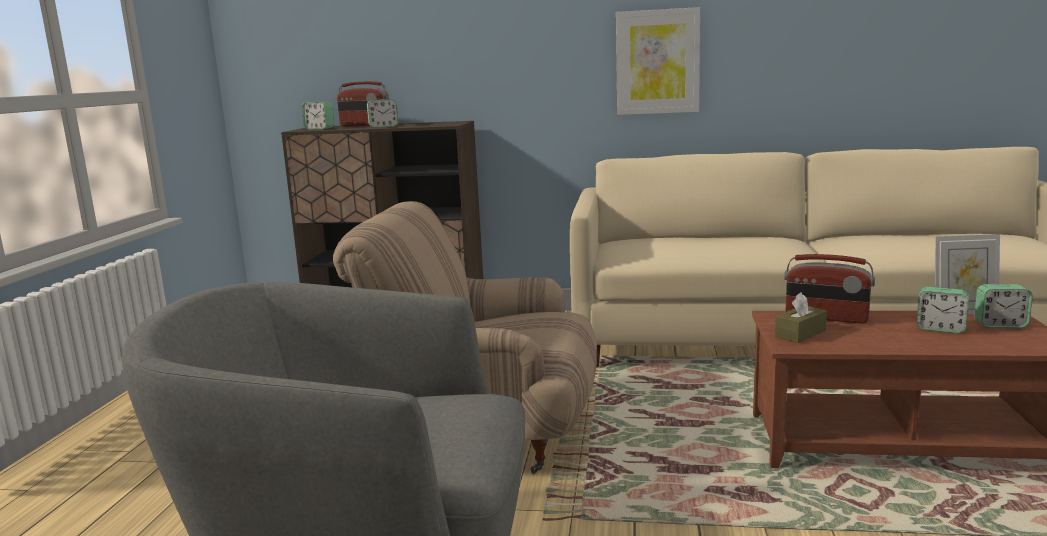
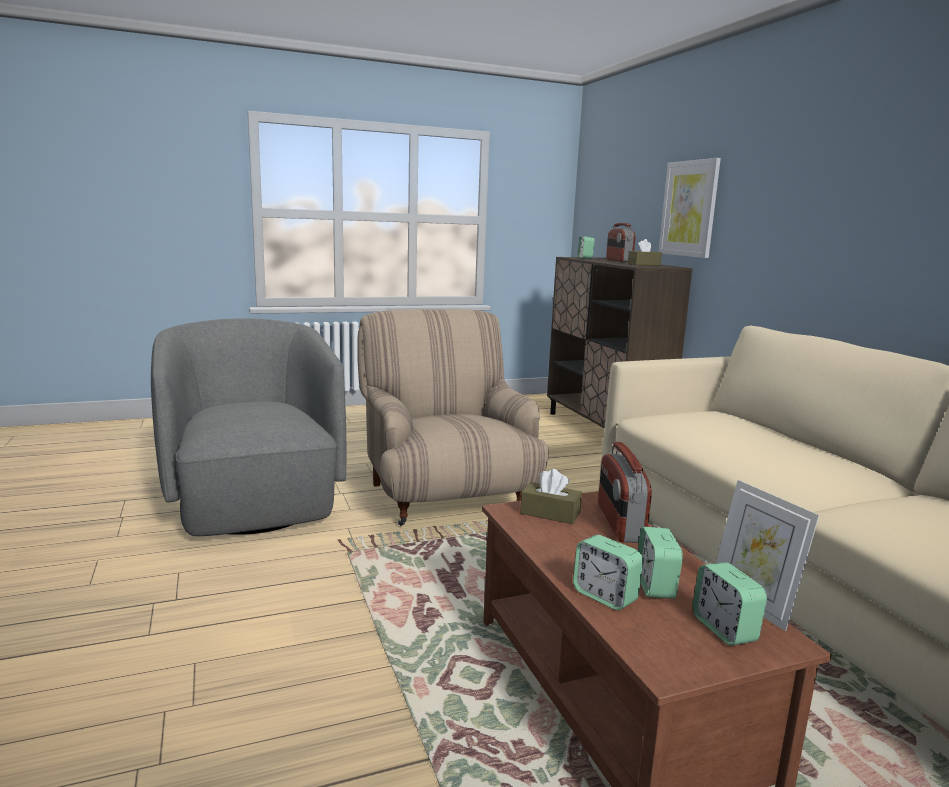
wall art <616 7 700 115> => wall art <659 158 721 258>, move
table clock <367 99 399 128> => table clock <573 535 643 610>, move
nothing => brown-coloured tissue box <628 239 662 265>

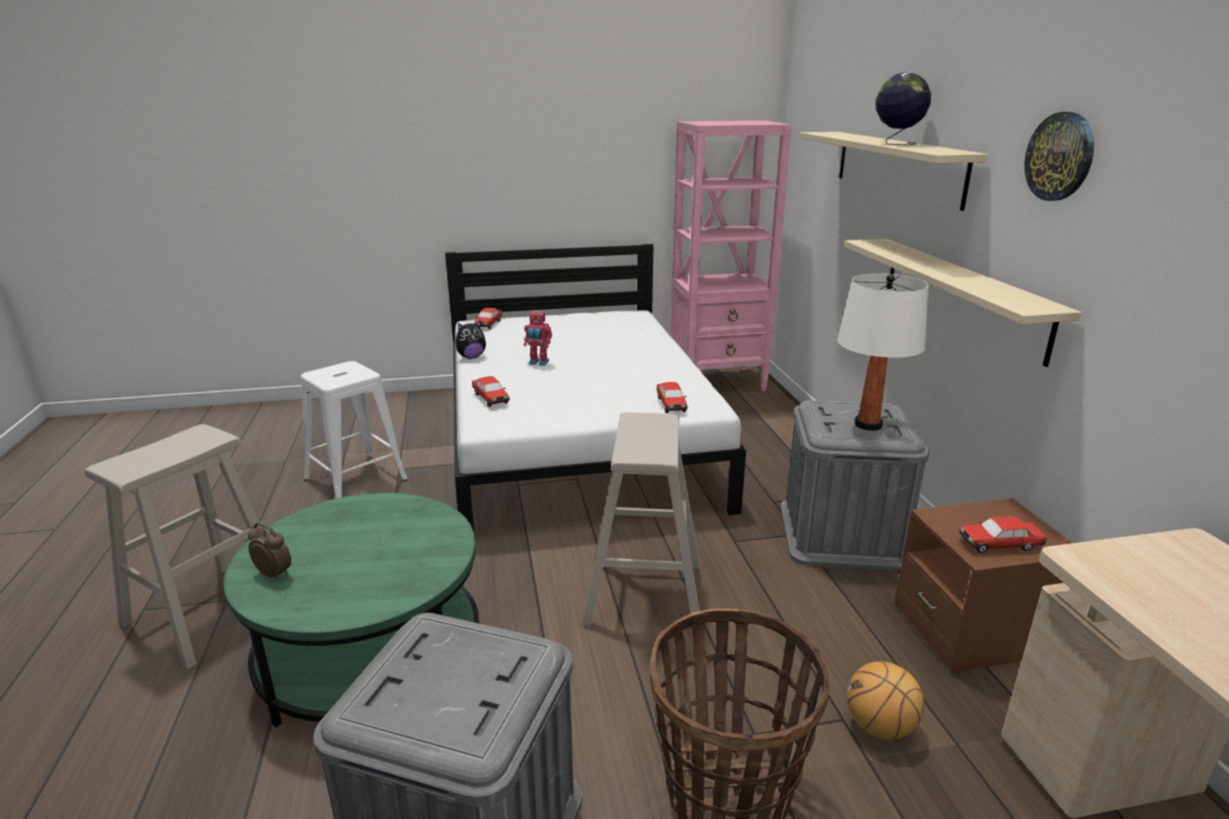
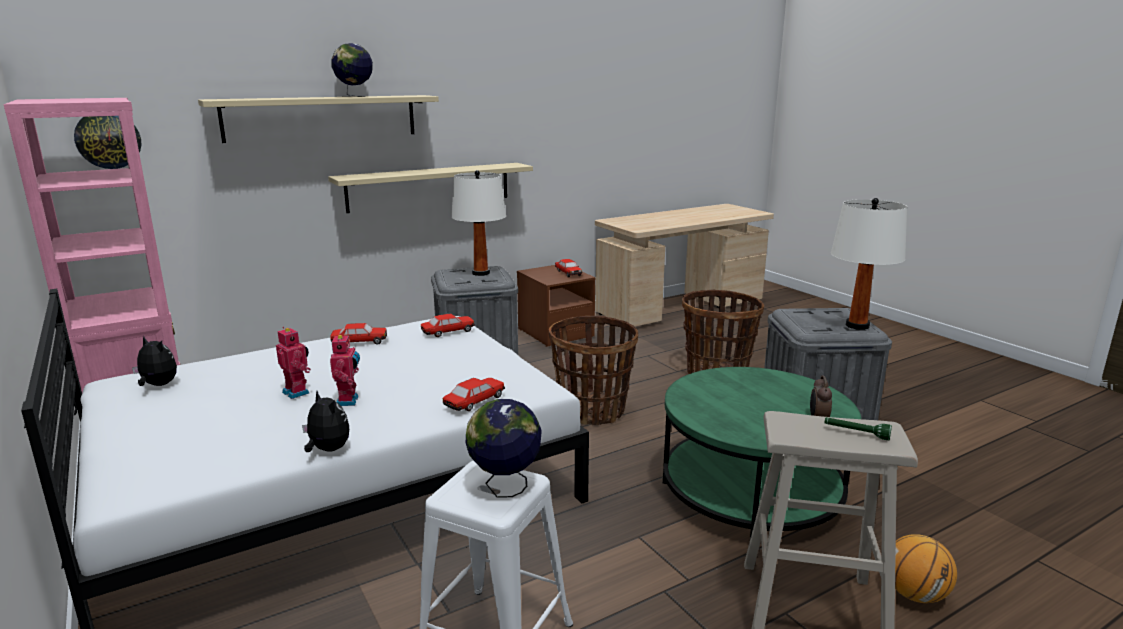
hanging clock <1024 112 1094 201> => hanging clock <74 116 141 169>, move
toy car <474 308 502 329> => toy car <330 323 387 345>, move
beige-coloured stool <582 412 700 627> => storage basket <549 316 638 425>
basketball <847 661 924 740> => basketball <895 534 957 603>, move
nothing => whitish lamp for a table <831 198 907 330>
nothing => model robot <276 327 311 399>
nothing => plush toy <132 336 177 386>
nothing => globe <466 399 542 498>
nothing => green-coloured hand torch <824 417 892 440>

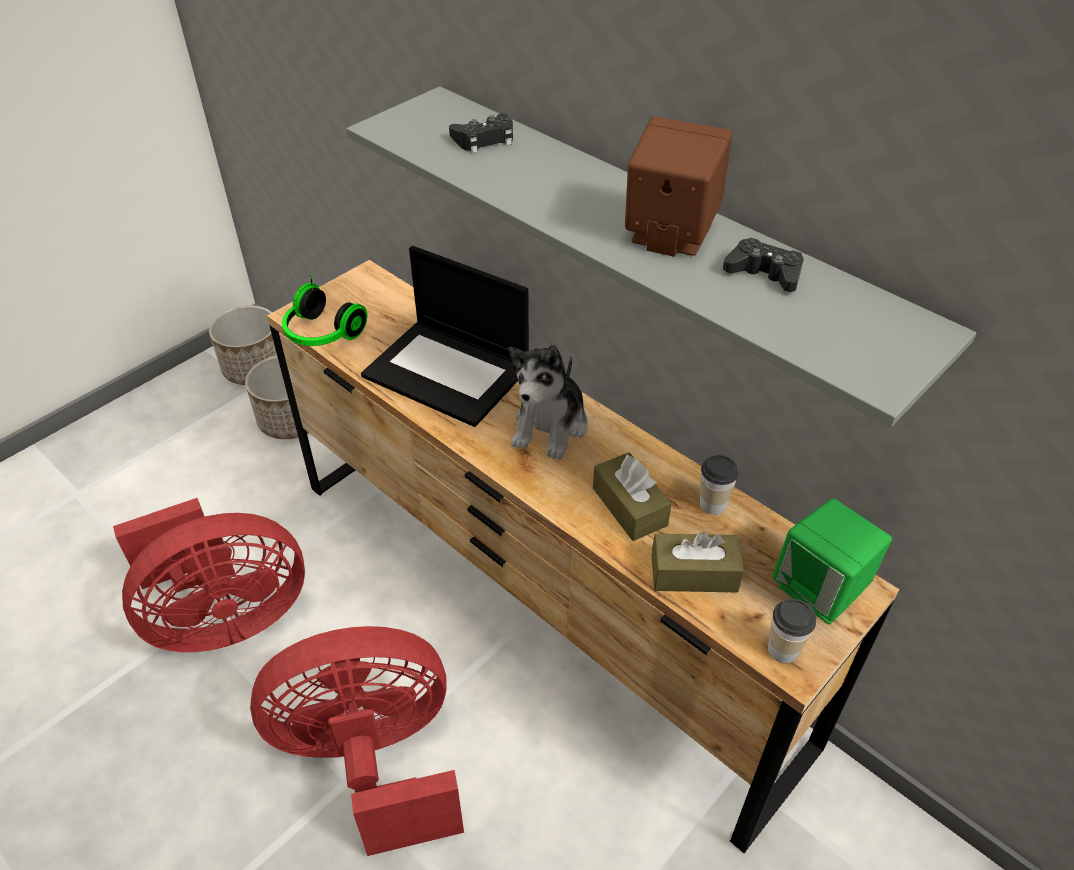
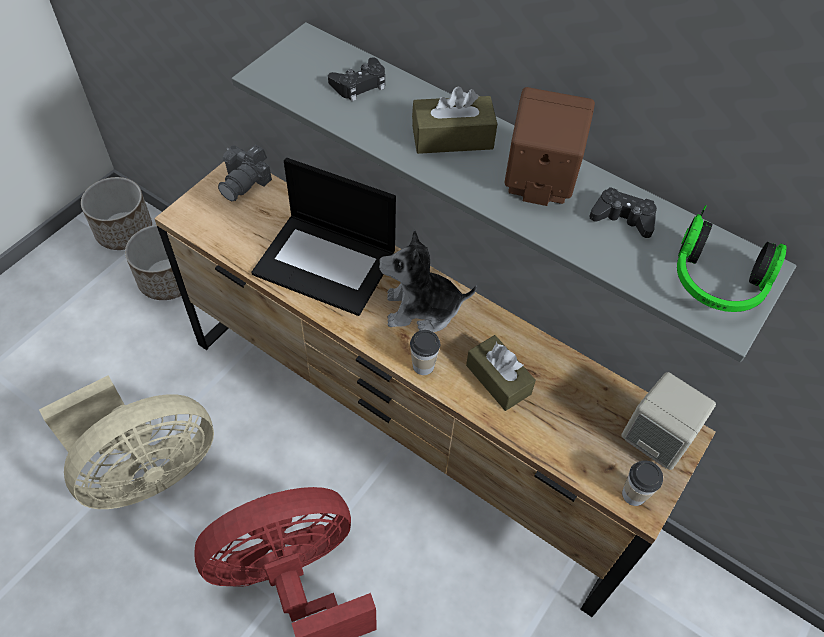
headphones <282 275 367 346> => headphones <677 205 787 312>, move
plush toy <509 345 588 460> => plush toy <379 229 477 332>, 75 degrees clockwise
cup <700 455 739 515> => cup <410 330 440 375>, move
red fan <113 498 305 652> => beige-coloured fan <39 375 214 509>
green-coloured audio speaker <772 499 892 624> => beige-coloured audio speaker <621 372 716 470>
brown-coloured tissue box <652 532 744 592> => brown-coloured tissue box <412 86 497 154>, move
nothing => photo camera <218 145 272 201>

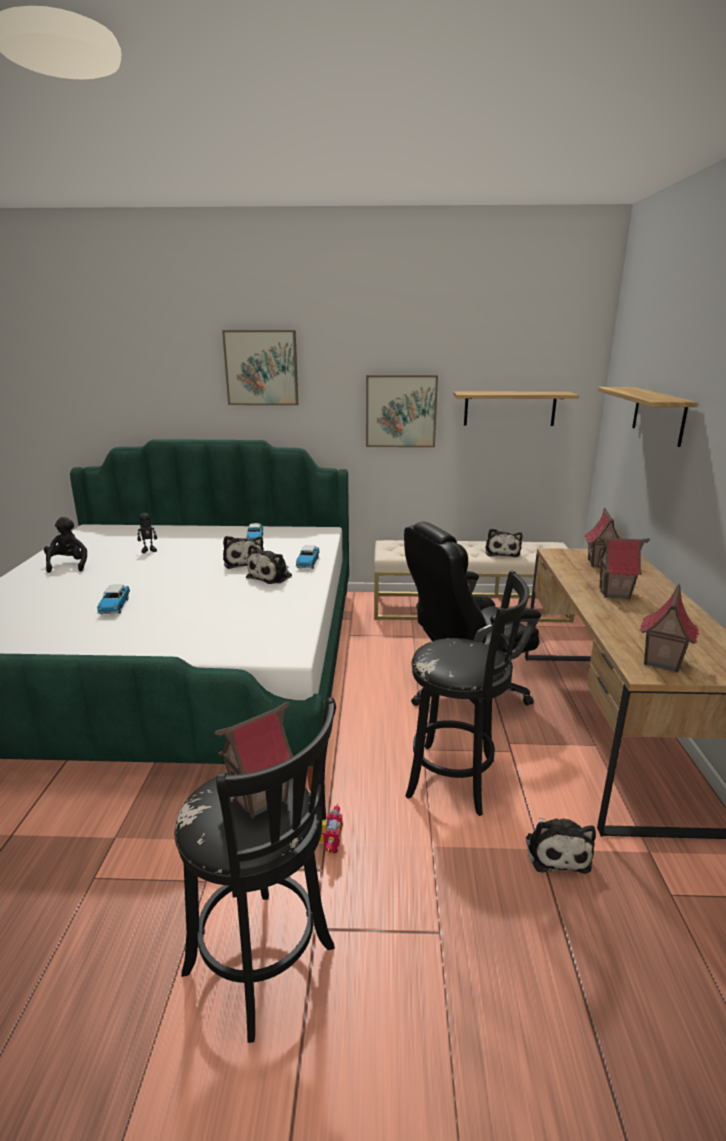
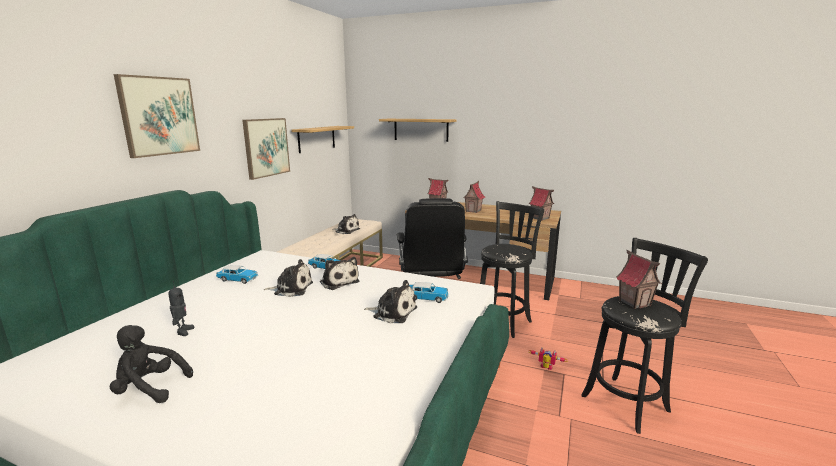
toy car <97 585 130 614> => toy car <409 282 448 303>, move
plush toy <526 817 596 874> => plush toy <364 280 417 323>, move

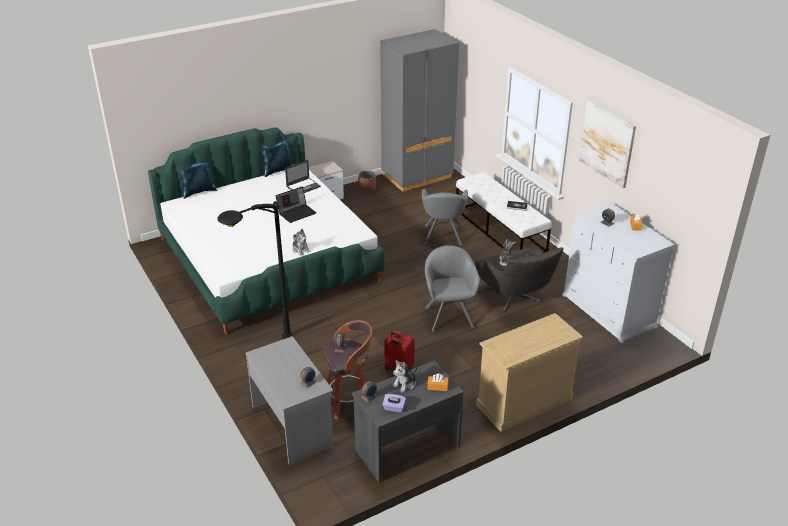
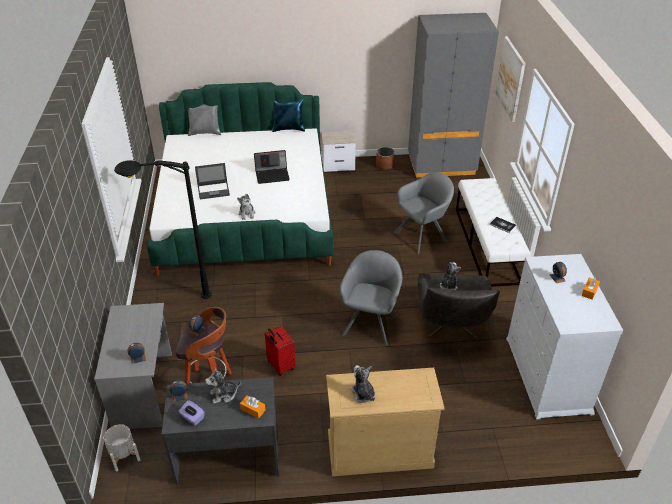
wall art <579 101 636 188> => wall art <496 36 526 122>, move
portable computer <285 160 321 193> => portable computer <195 163 230 199>, move
blue cushion <181 161 217 199> => gray cushion <188 104 221 136>
gray lounge chair <422 189 468 246> => gray lounge chair <394 172 454 254>, 150 degrees counterclockwise
nothing => plush toy <349 365 375 403>
nothing => whitish flower pot <103 424 140 471>

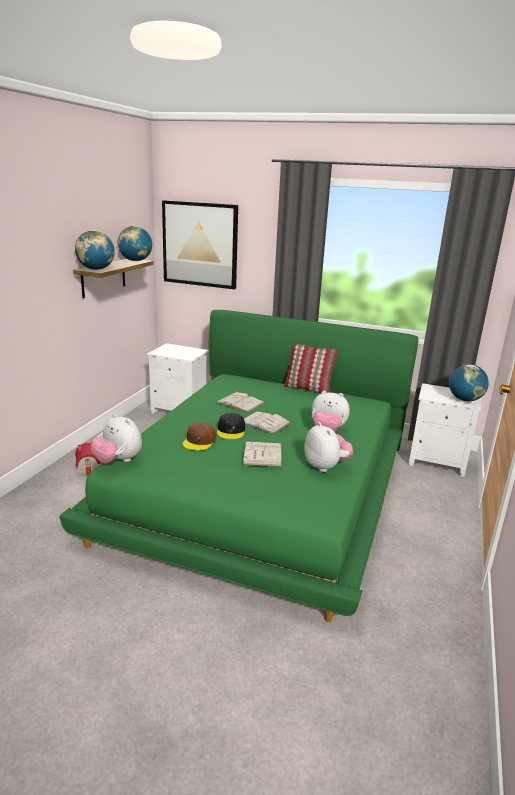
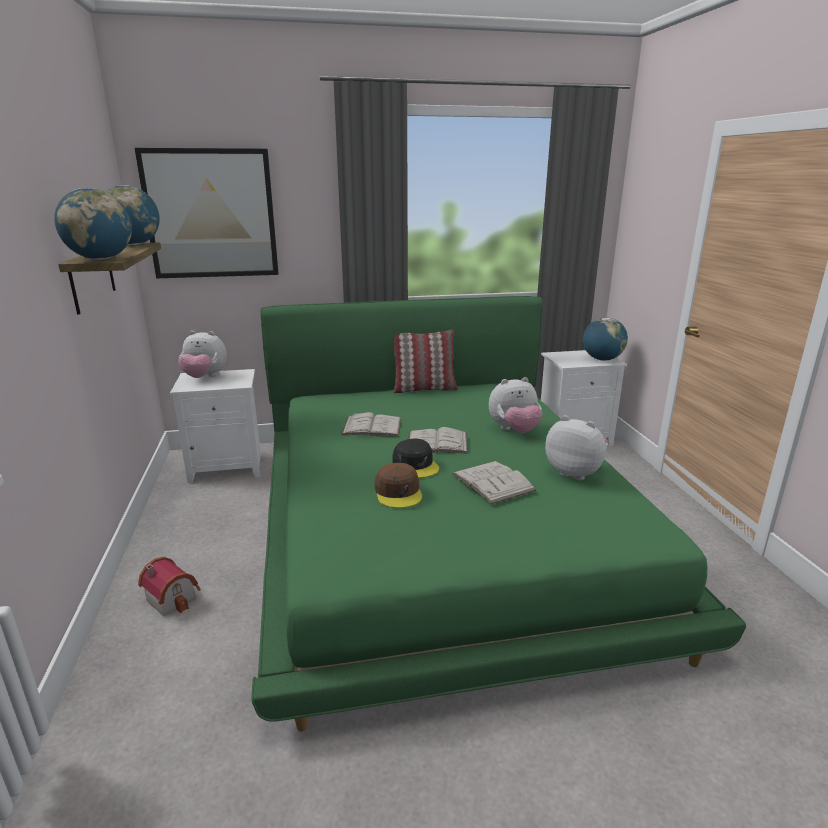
plush toy <91 414 142 464> => plush toy <178 331 227 378>, move

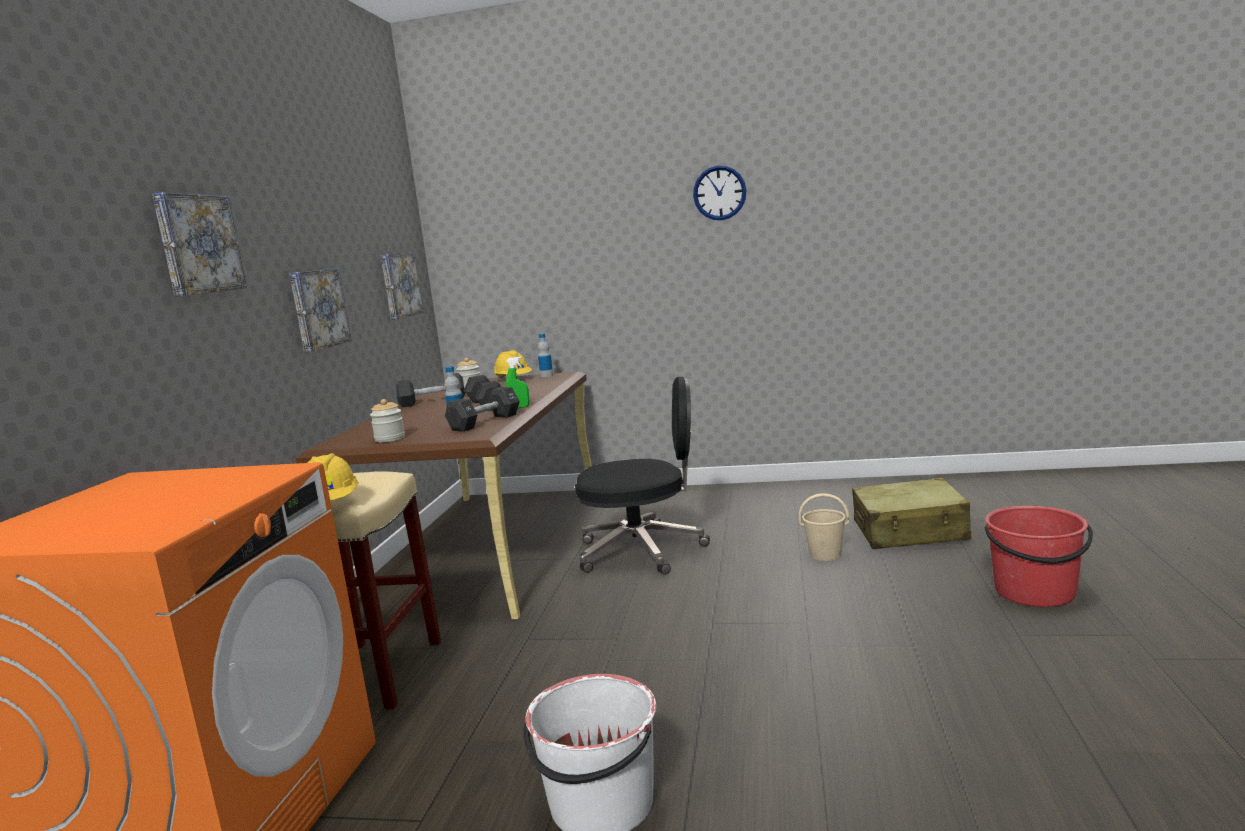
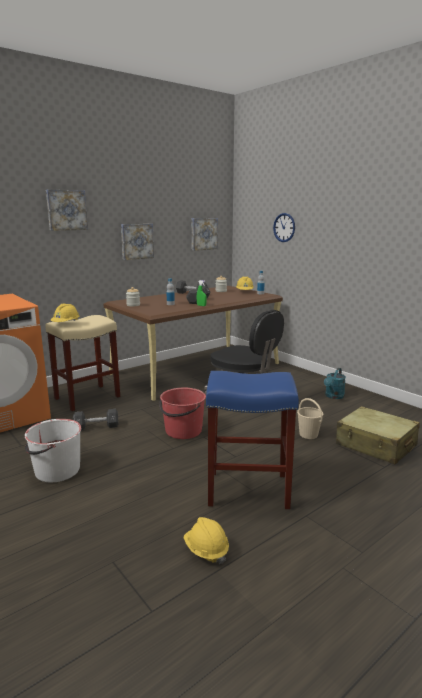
hanging clock <693 166 746 220> => hanging clock <273 213 295 242>, move
black free weight <445 387 520 432> => black free weight <73 409 118 431>, move
red water bucket <985 506 1093 607> => red water bucket <159 388 206 439>, move
nothing => turquoise-coloured sprinkling can <324 368 346 399>
nothing => blue stool <206 371 299 509>
nothing => yellowish hard hat <184 517 229 564>

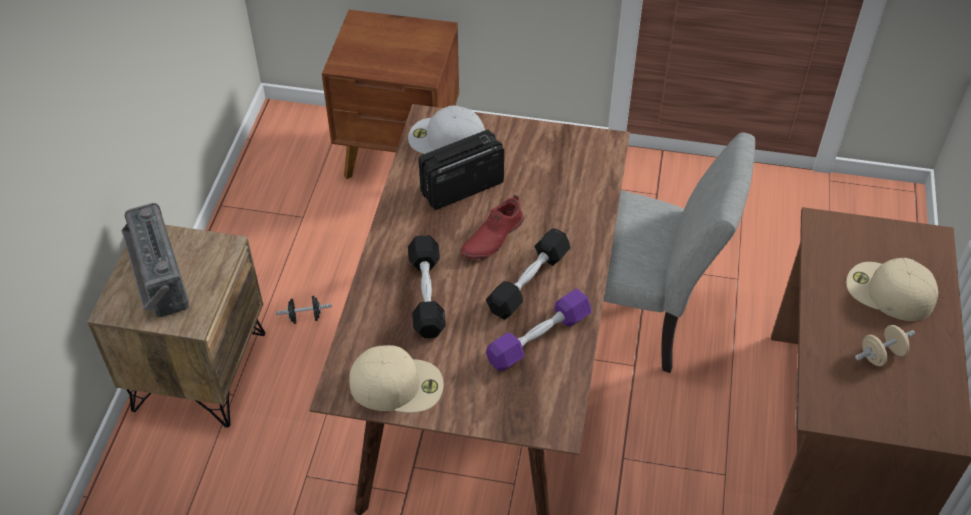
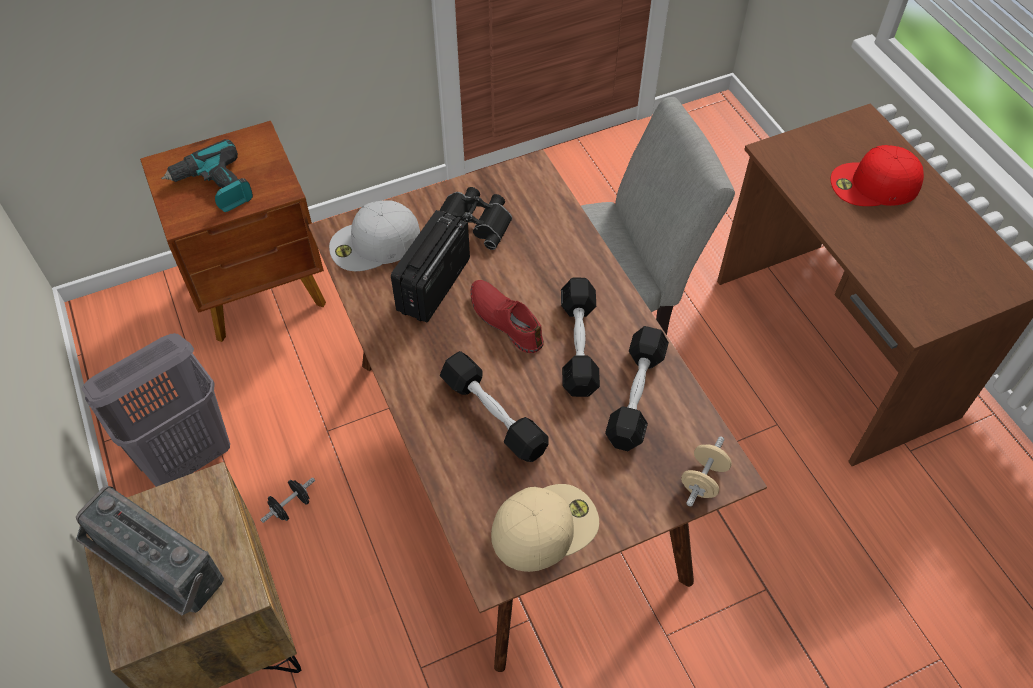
red low shoe <460 195 524 259> => red low shoe <471 280 544 353>, 135 degrees clockwise
beige-coloured peaked cap <846 258 938 321> => red peaked cap <830 145 924 206>
purple free weight <486 288 591 371> => black free weight <605 326 669 451>
beige-coloured free weight <855 325 915 366> => beige-coloured free weight <681 436 732 507>, move
nothing => electric drill <161 139 253 212>
nothing => black pair of binoculars <439 187 512 250>
nothing => gray laundry basket <81 333 230 487>

